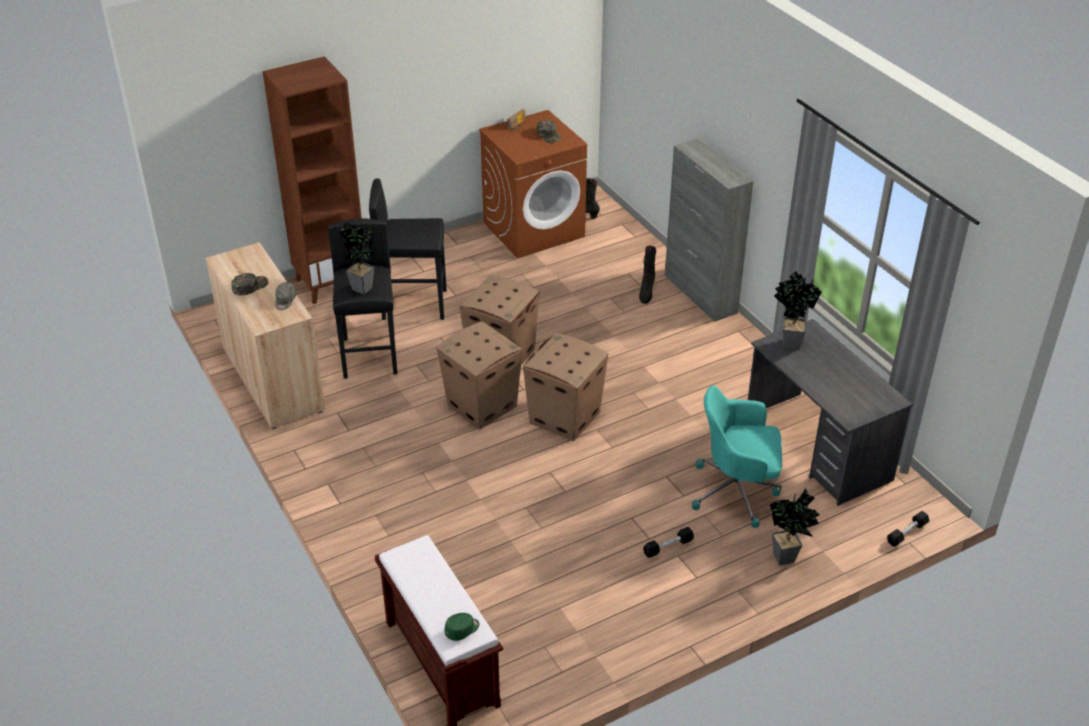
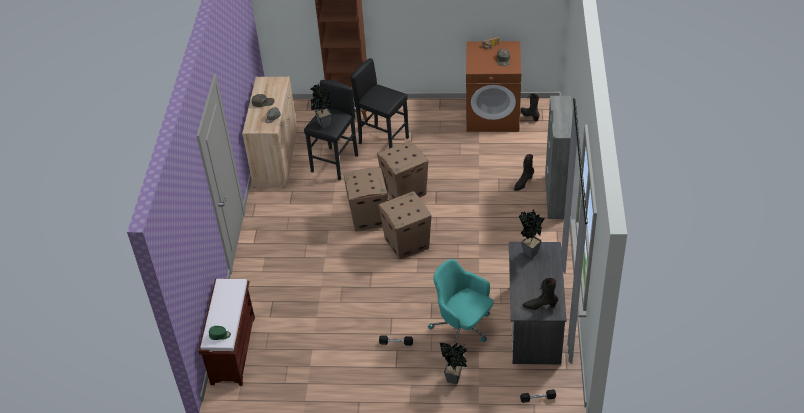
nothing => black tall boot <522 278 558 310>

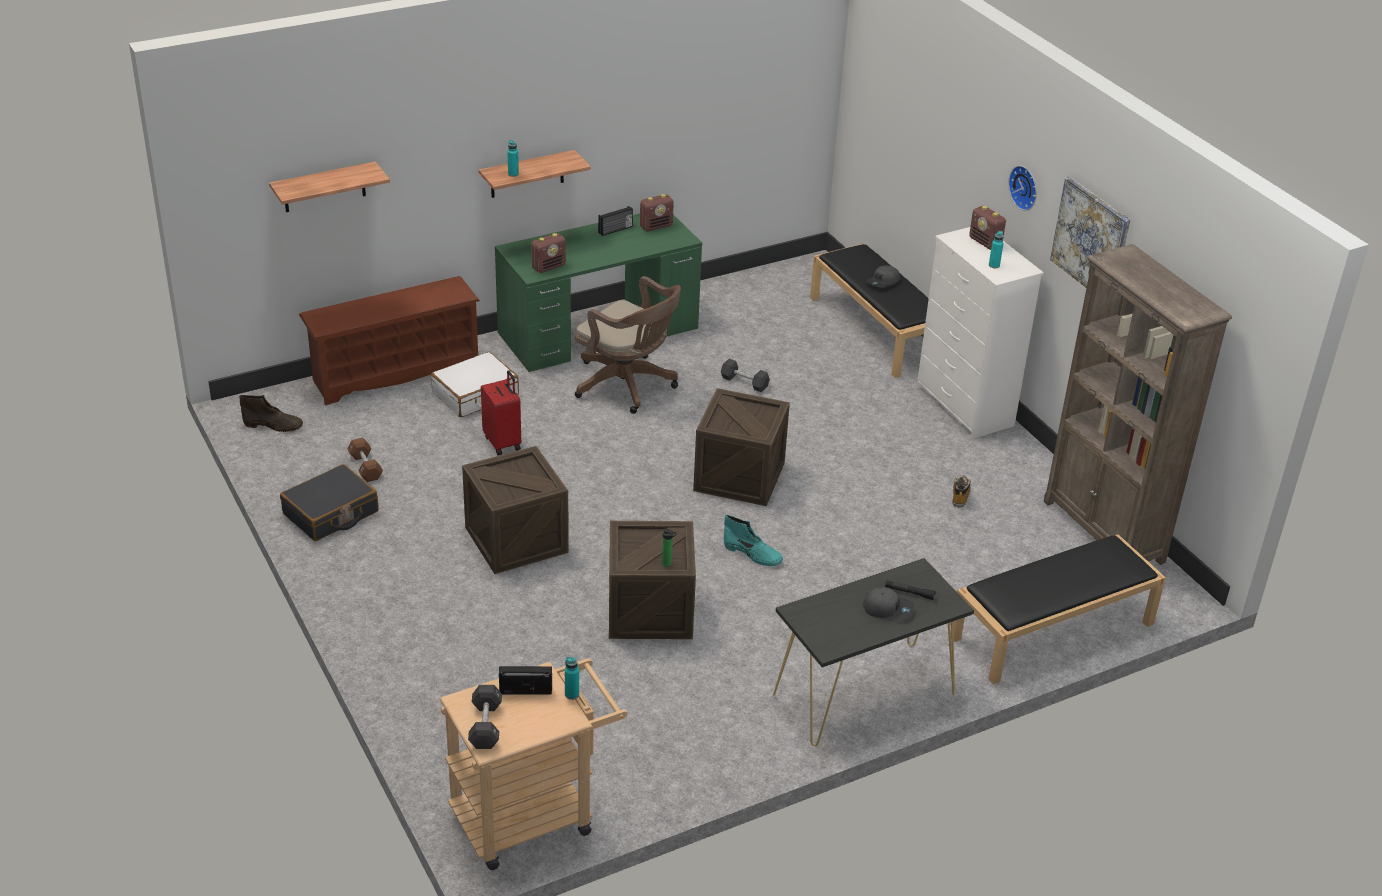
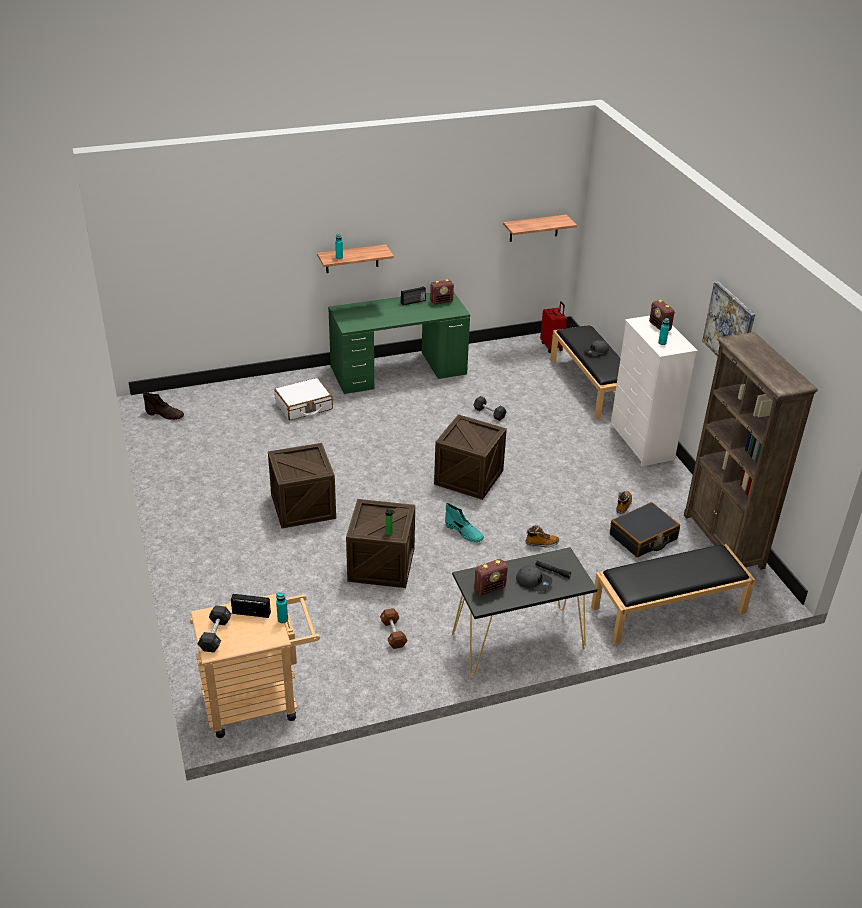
wall shelf <269 161 390 212> => wall shelf <503 215 577 242>, move
hanging clock <1008 166 1037 211> => nothing
radio <531 233 566 273> => radio <474 559 508 595>, move
brown-coloured shoe stand <299 276 480 405> => nothing
brown-coloured office chair <575 276 681 414> => nothing
red piece of luggage <481 370 521 455> => red piece of luggage <540 301 567 353>, move
brown-coloured free weight <348 438 383 482> => brown-coloured free weight <380 608 408 649>, move
black piece of luggage <280 464 379 541> => black piece of luggage <610 502 680 557>, move
nothing => tall boot <526 525 559 548>

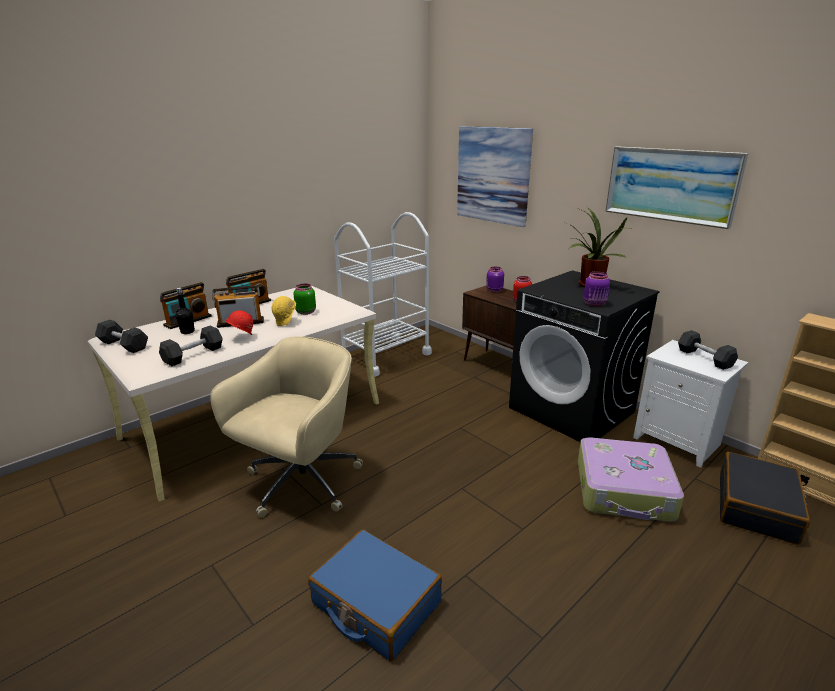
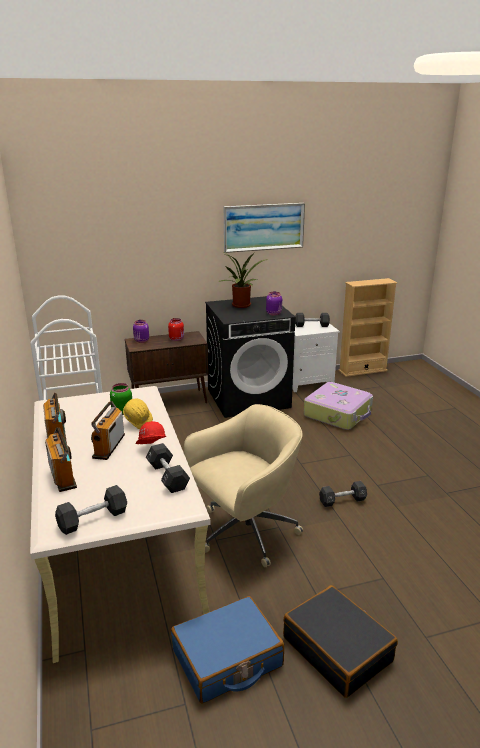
wall art <457 126 533 227> => nothing
black drink bottle <176 288 195 334> => nothing
beige-coloured office chair <210 336 363 518> => beige-coloured office chair <184 404 303 567>, 90 degrees clockwise
black piece of luggage <720 452 810 545> => black piece of luggage <283 585 398 698>, move
blue piece of luggage <308 530 442 661> => blue piece of luggage <171 596 284 703>, move
nothing => black free weight <319 481 367 507>

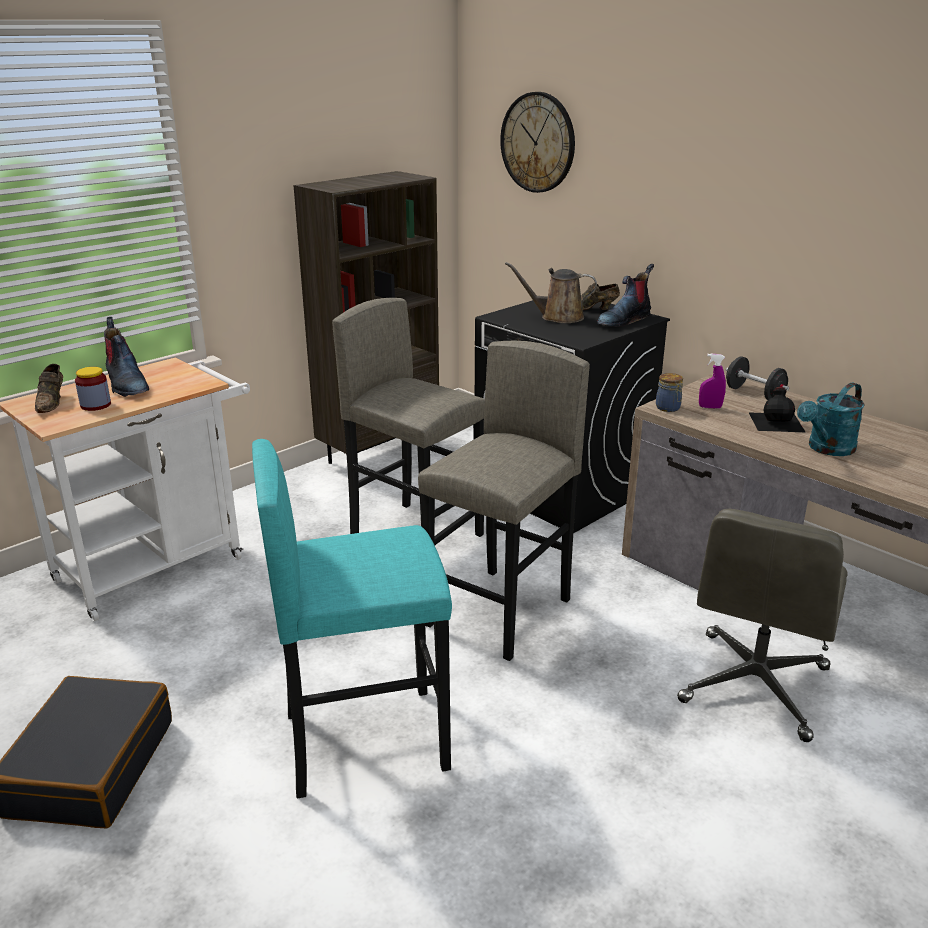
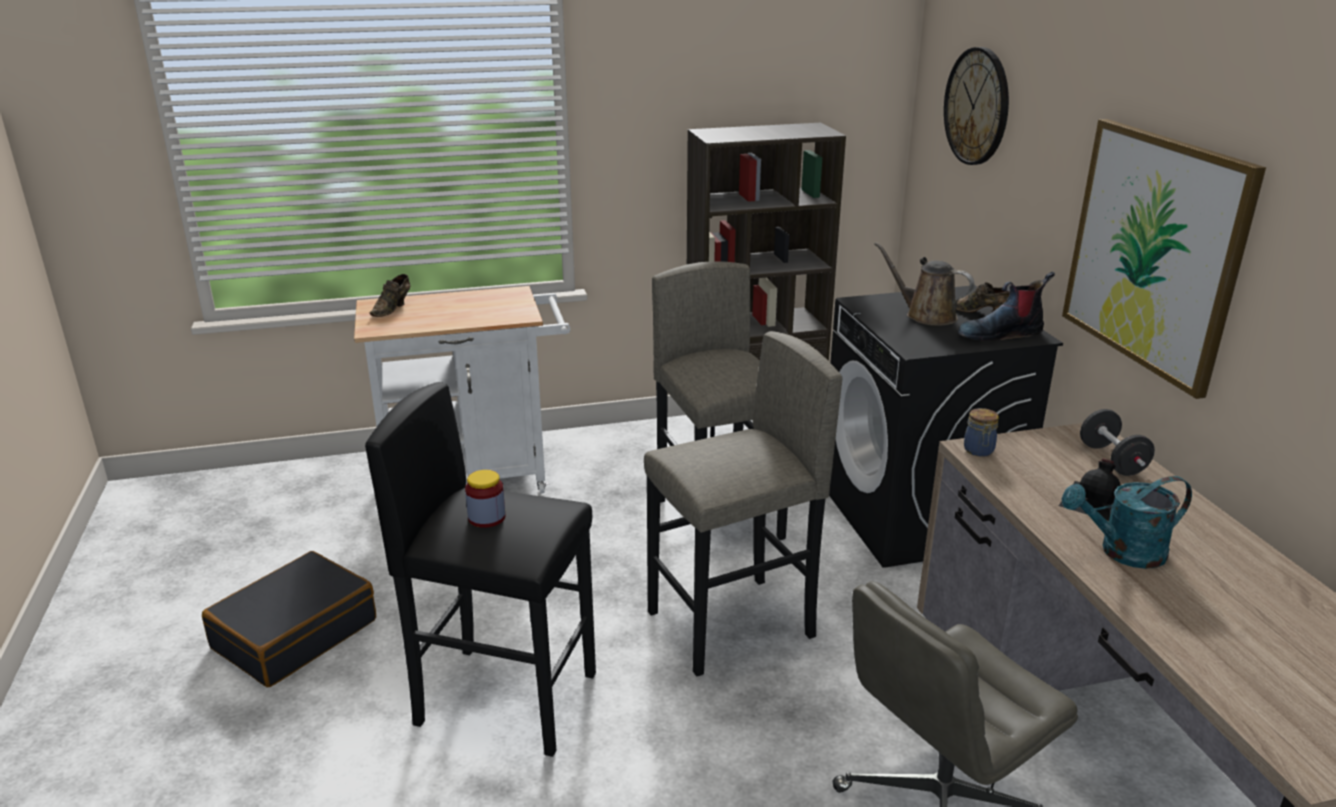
tall boot <104 317 149 397> => nothing
purple sprayer <699 354 726 409> => nothing
storage jar <75 367 111 411> => storage jar <465 470 505 528>, move
turquoise-coloured stool <252 439 452 799> => black stool <365 382 596 757>
nothing => wall art <1062 119 1266 399>

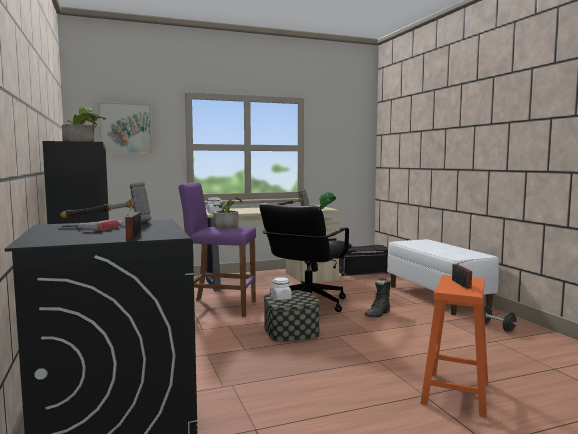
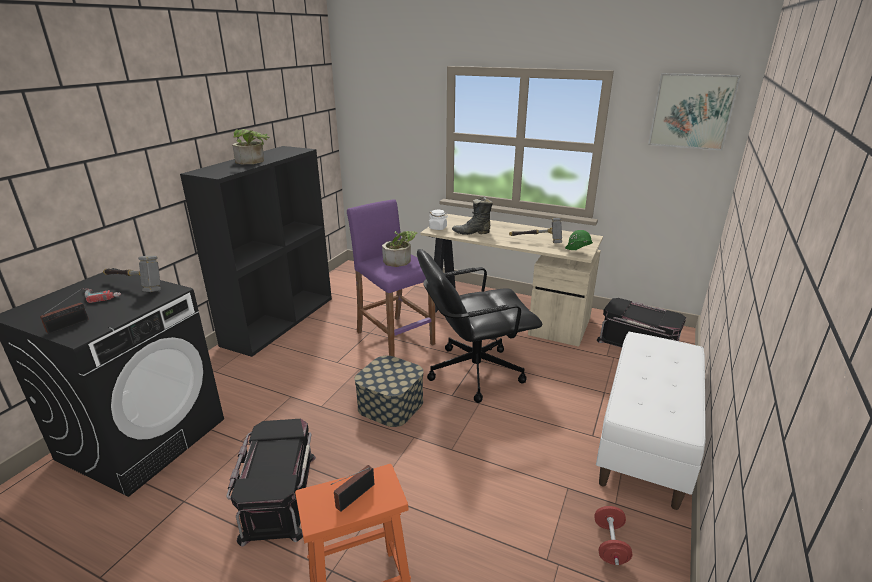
wall art <98 102 153 154> => wall art <648 73 741 151>, move
whitish storage jar <270 277 292 300> => nothing
black tall boot <364 277 391 318> => black tall boot <452 197 493 235>, move
black free weight <484 306 518 332> => red free weight <594 506 632 565>
nothing => black storage bin <226 419 316 547>

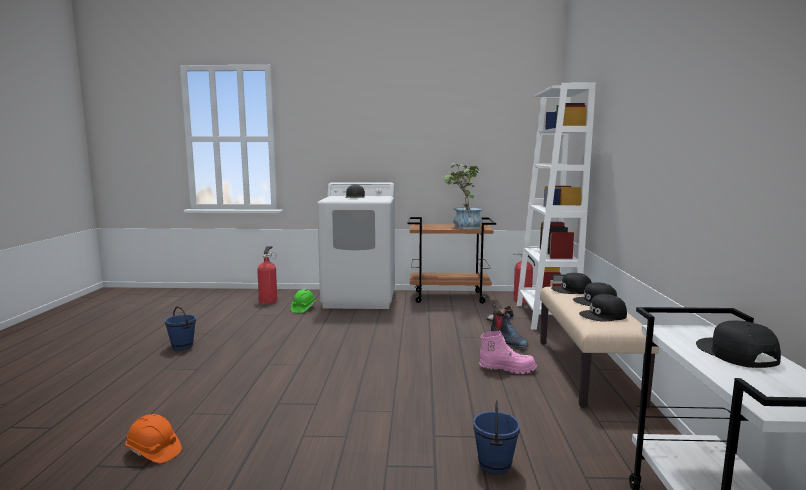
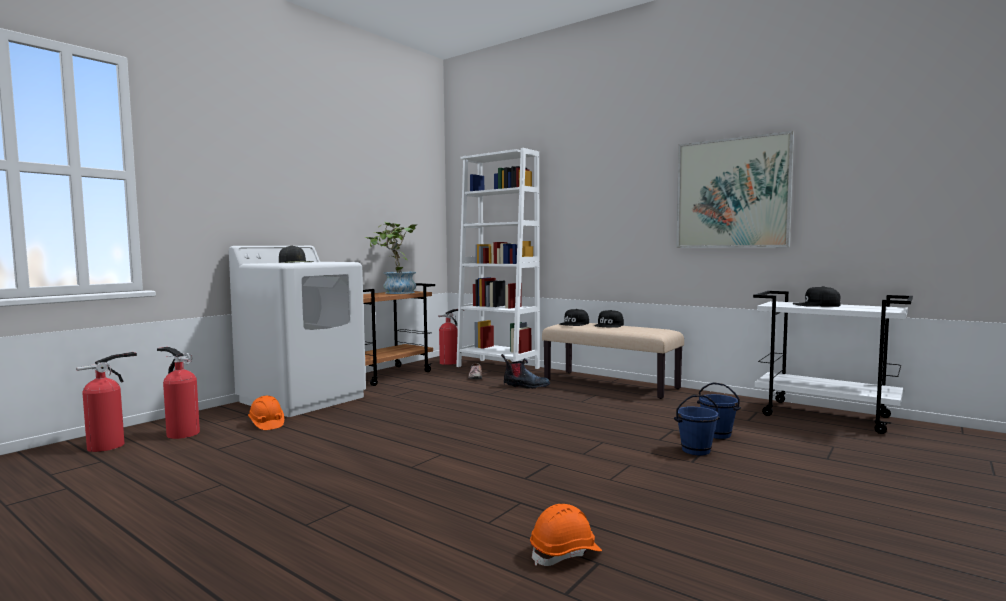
green-coloured hard hat <291 289 315 313> => orange-coloured hard hat <248 396 284 430>
black peaked cap <579 294 627 322> => nothing
blue water bucket <165 306 196 350> => blue water bucket <674 395 720 456>, move
pink-coloured tall boot <479 331 537 374> => nothing
nothing => wall art <677 131 794 248>
nothing => fire extinguisher <76 352 137 452>

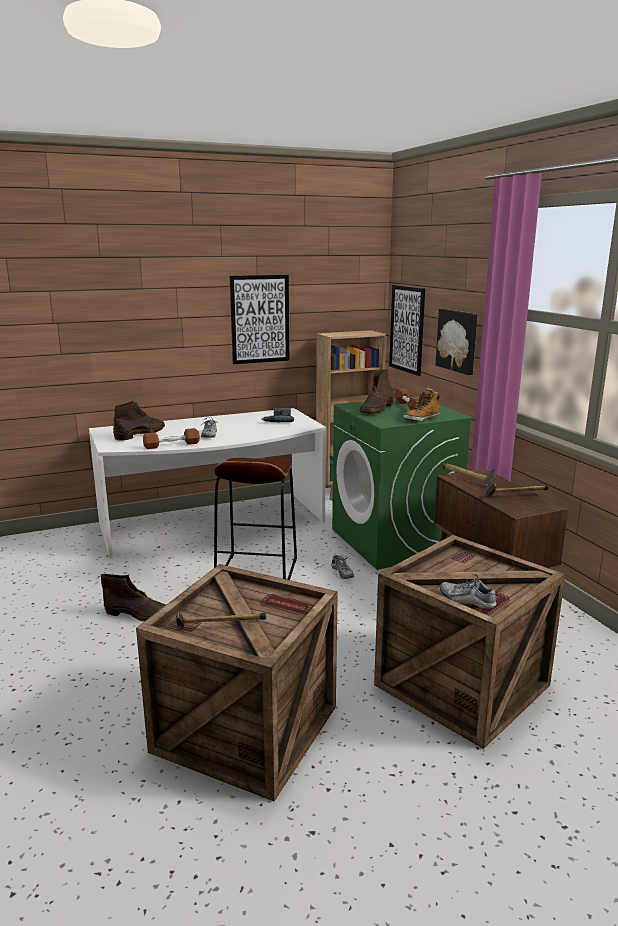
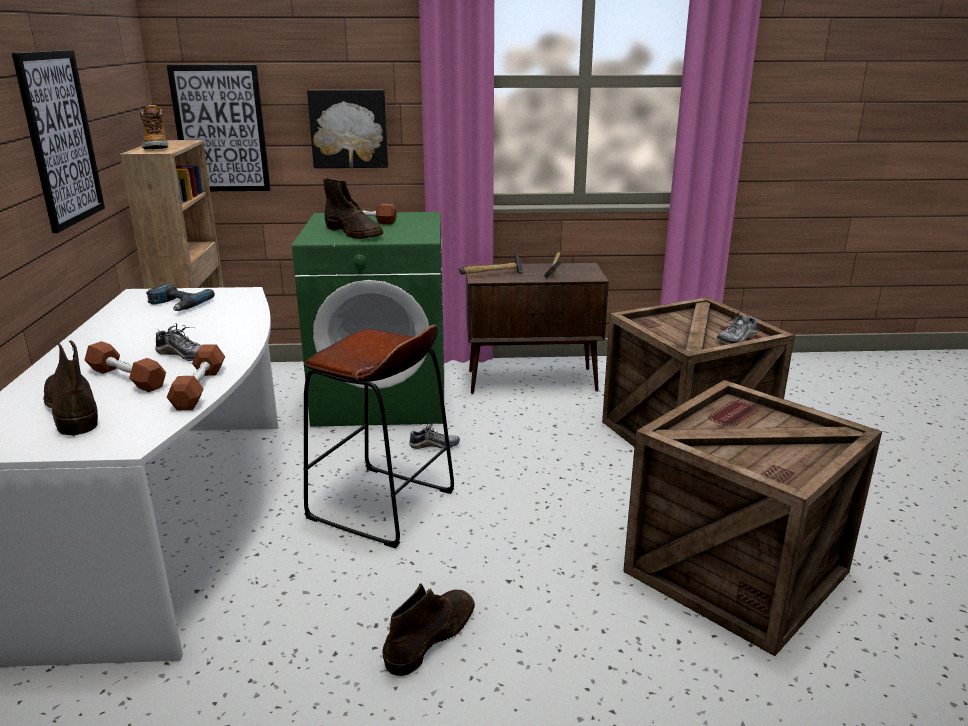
tall boot <403 388 440 421> => tall boot <140 105 168 149>, move
hammer <176 612 266 627> => nothing
nothing => brown-coloured free weight <85 341 166 392>

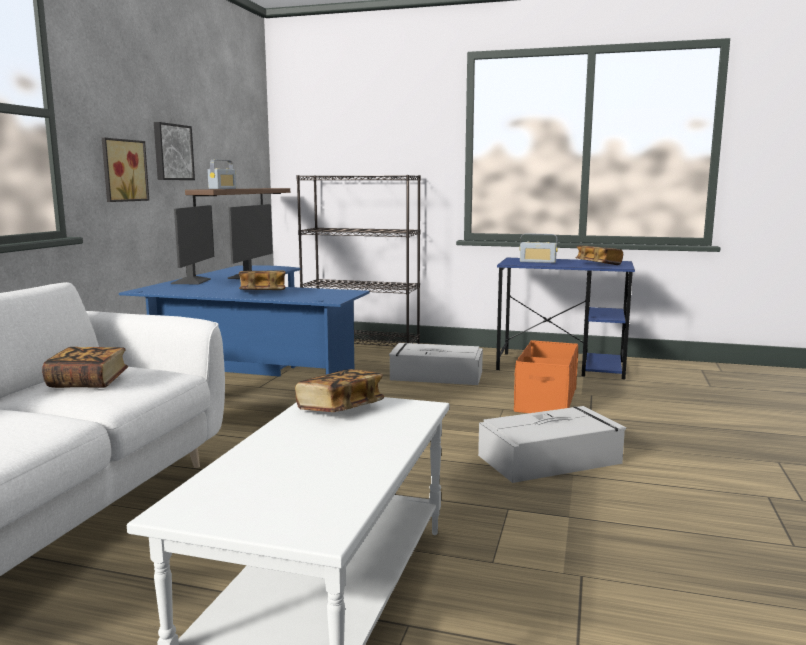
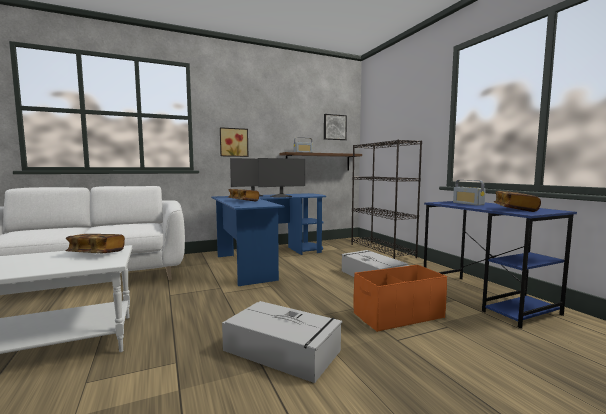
wall art <154 122 195 180> => wall art <324 114 347 140>, move
bound book <42 347 128 388> => nothing

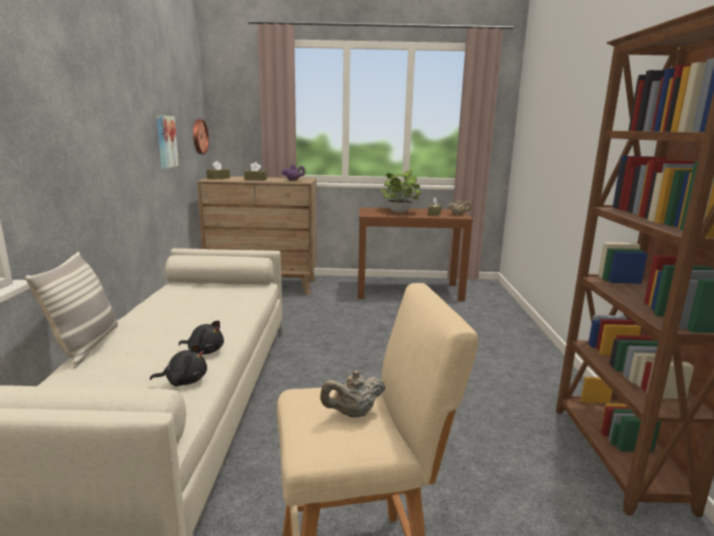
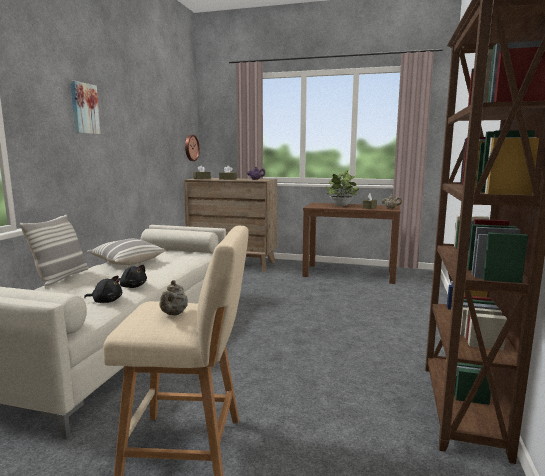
wall art <156 115 179 169> => wall art <70 81 100 134>, move
beige-coloured teapot <320 370 385 417> => beige-coloured teapot <159 280 188 315>, 75 degrees counterclockwise
nothing => cushion <87 239 166 265>

